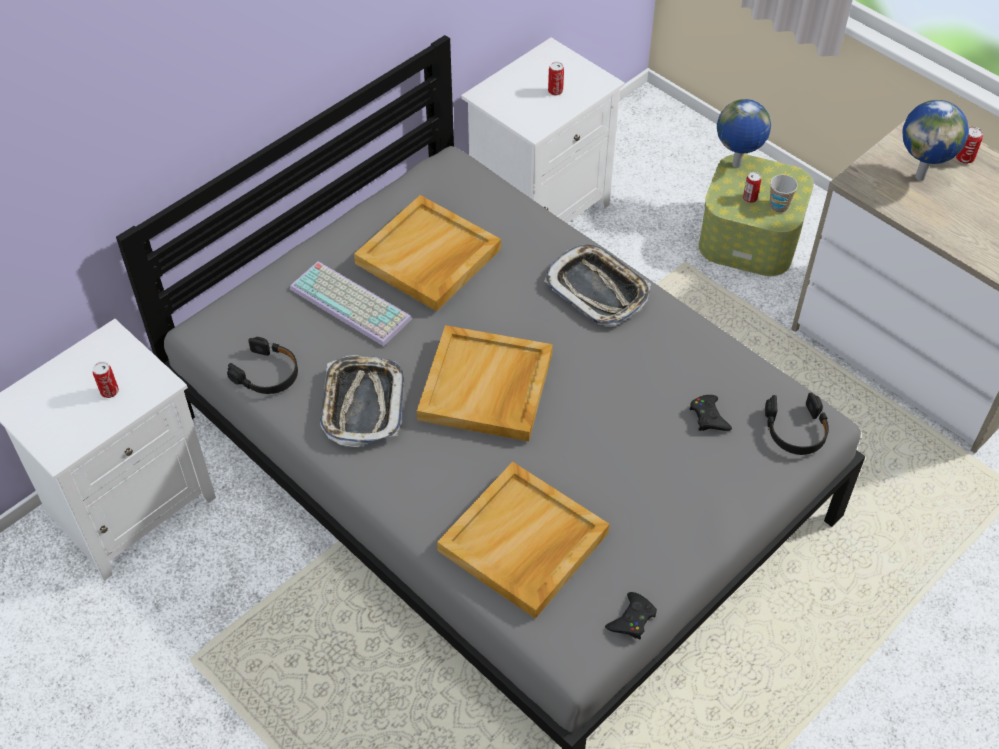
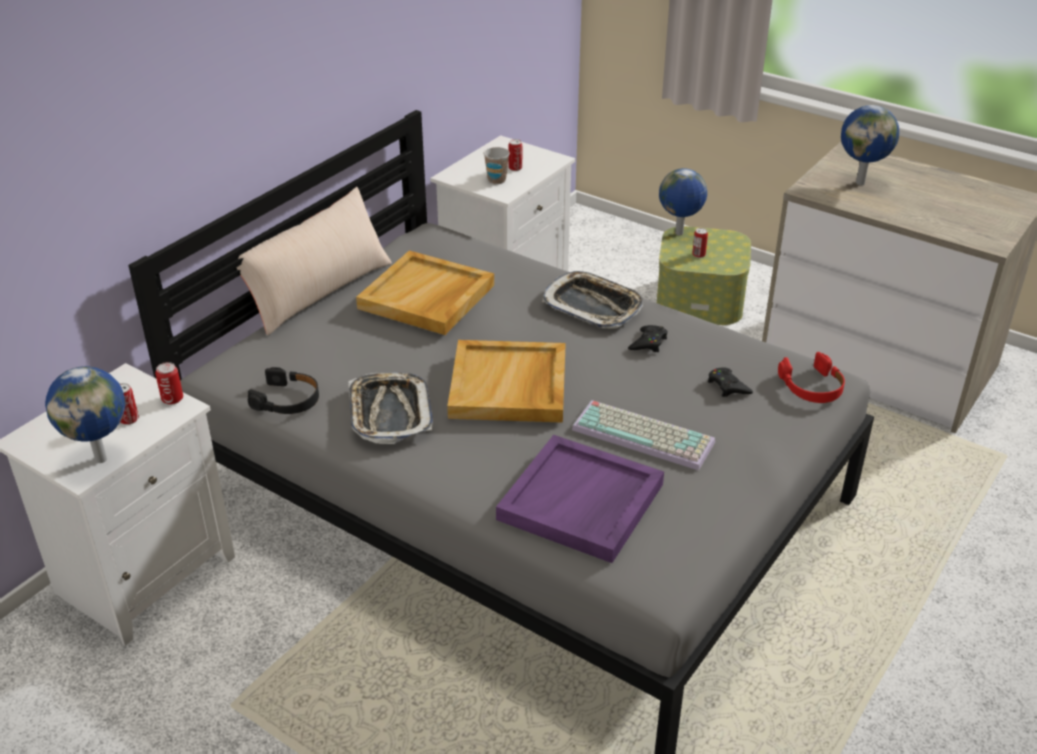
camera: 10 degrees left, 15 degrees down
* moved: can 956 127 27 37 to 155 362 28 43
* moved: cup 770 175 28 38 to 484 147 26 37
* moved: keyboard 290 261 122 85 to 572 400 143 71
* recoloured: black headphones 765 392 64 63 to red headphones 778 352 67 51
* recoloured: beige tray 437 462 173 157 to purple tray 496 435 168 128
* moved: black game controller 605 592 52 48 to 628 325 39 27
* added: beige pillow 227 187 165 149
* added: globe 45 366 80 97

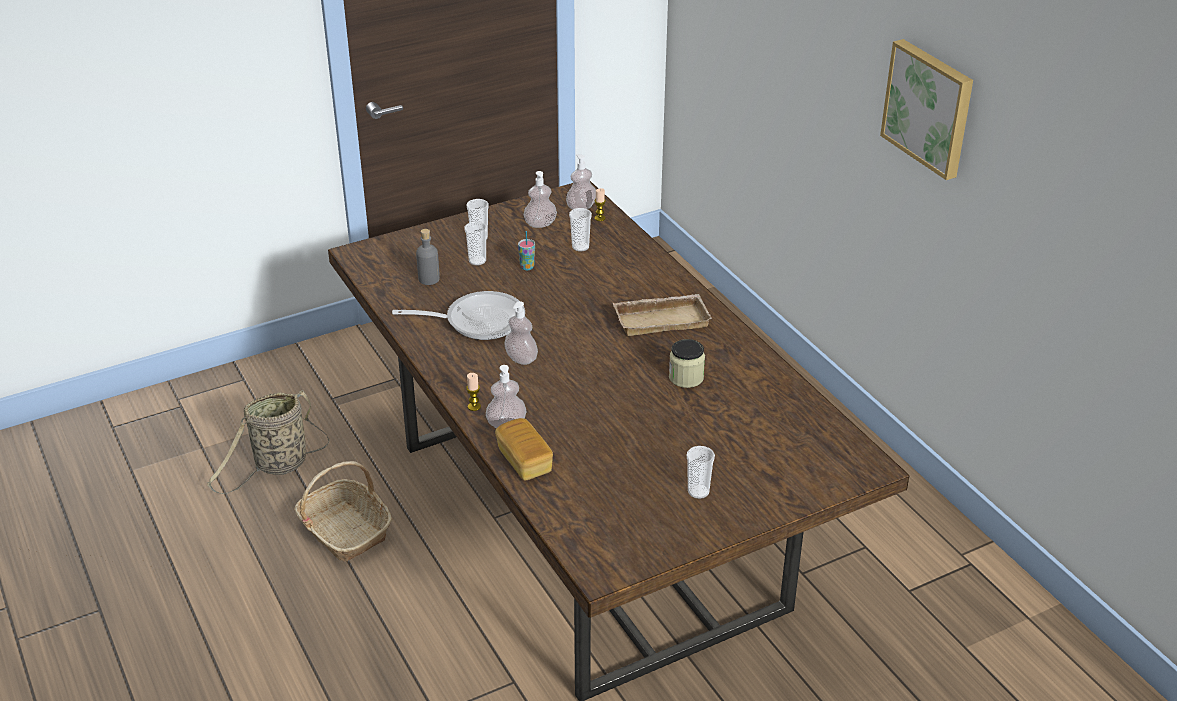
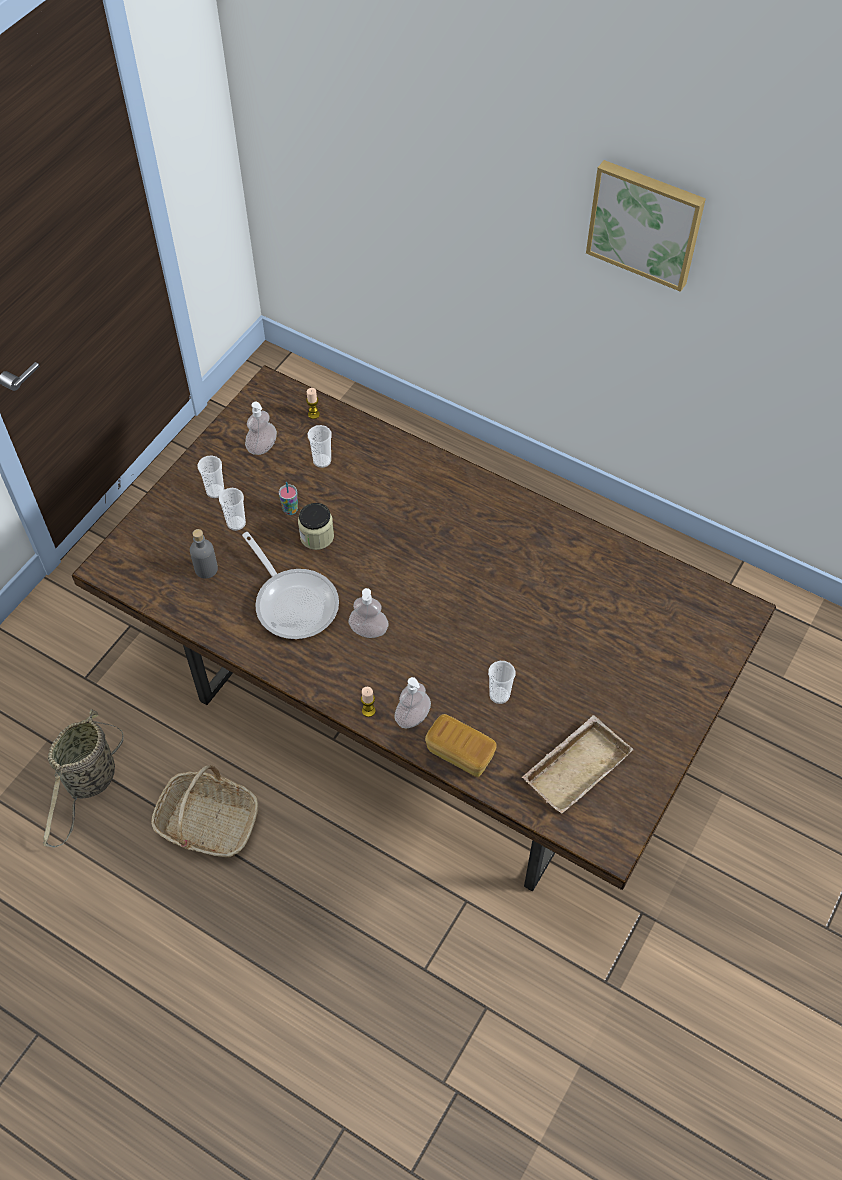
camera: 30 degrees left, 20 degrees up
* removed: soap dispenser 566 154 30 56
* turned: frying pan 392 291 133 49 = 242 532 97 107 90 degrees clockwise
* moved: beige tray 613 294 99 42 to 522 715 112 99
* moved: jar 669 339 36 49 to 298 503 36 47
* moved: cup 687 446 28 53 to 488 661 27 43

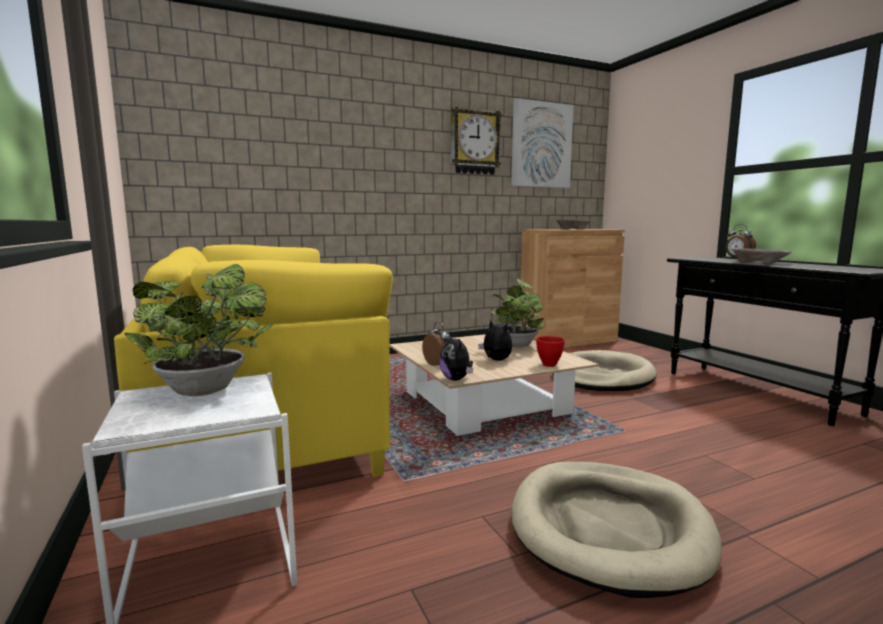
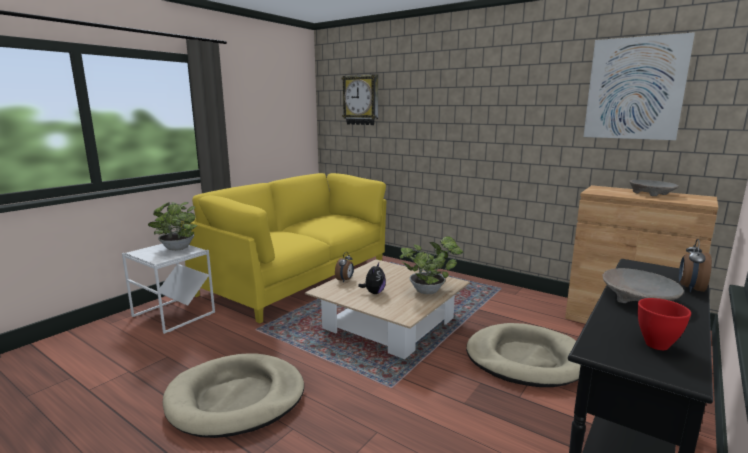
camera: 60 degrees right, 5 degrees up
* moved: wall clock 451 107 51 68 to 341 74 37 51
* removed: plush toy 439 333 34 48
* moved: red bowl 536 336 29 31 to 638 298 53 52

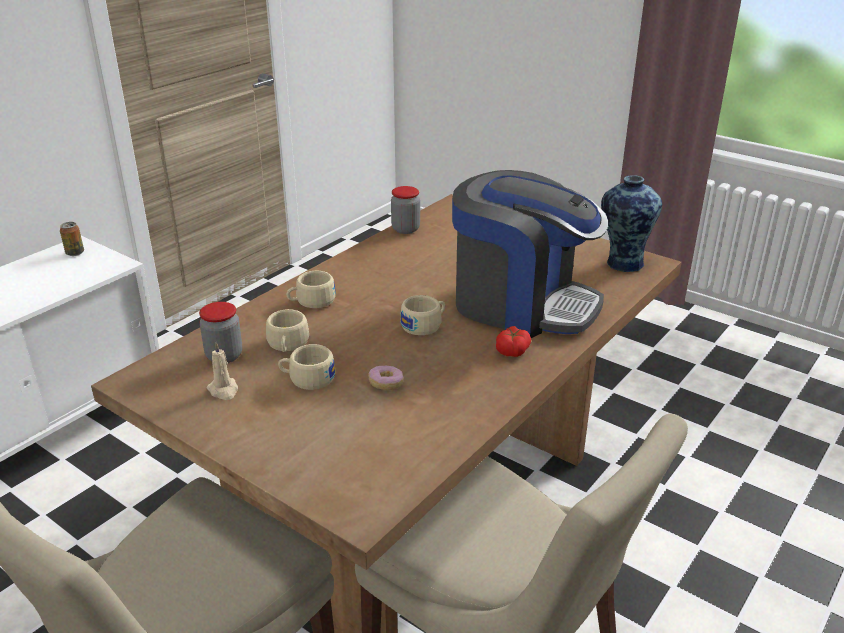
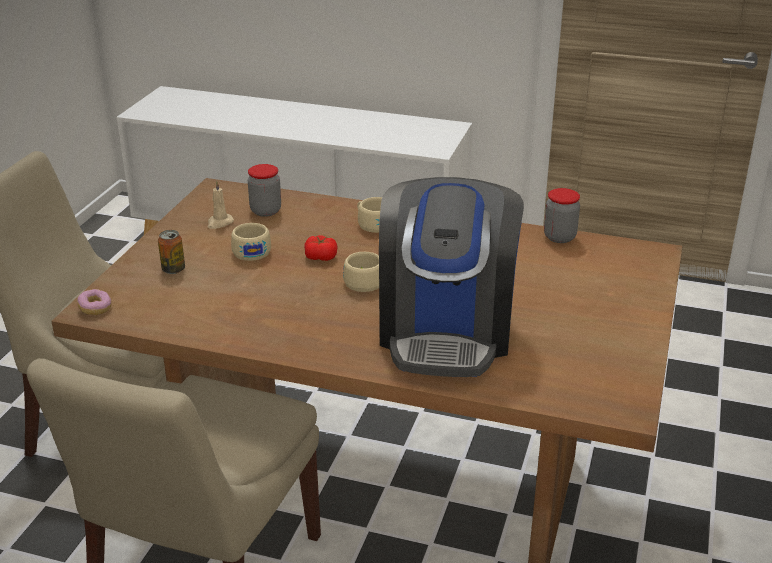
camera: 70 degrees right, 0 degrees up
* removed: vase 601 175 61 97
* moved: can 60 222 24 34 to 158 230 27 44
* removed: beige cup 266 309 43 43
* moved: tomato 496 326 35 31 to 304 235 33 26
* moved: donut 368 366 36 24 to 77 289 35 26

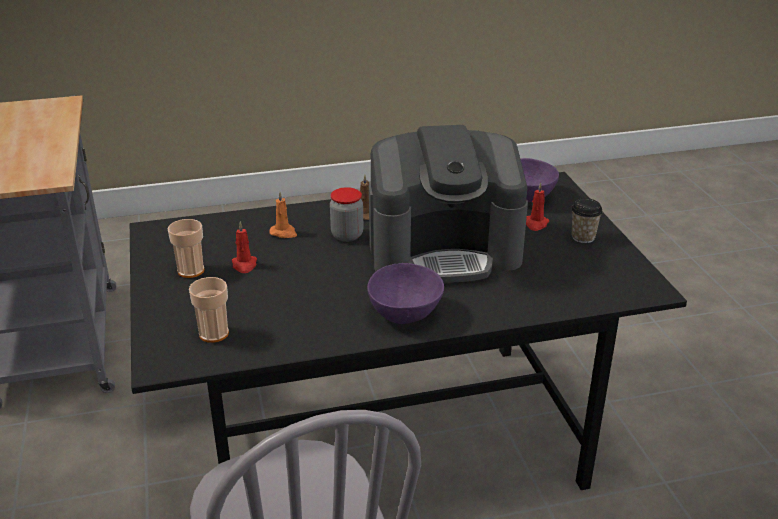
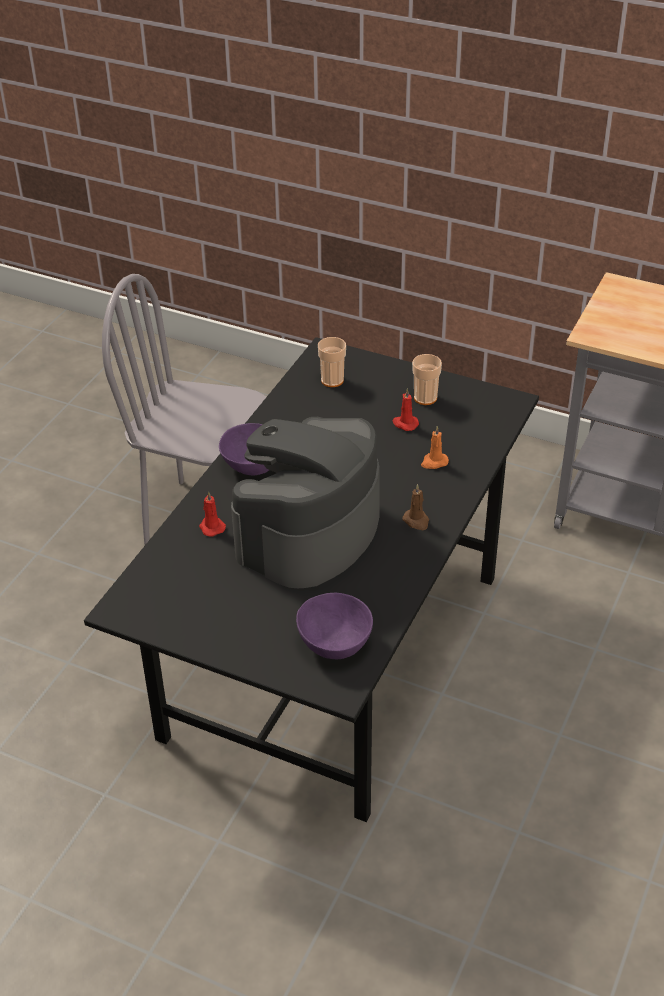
camera: 130 degrees right, 10 degrees up
* moved: red candle 526 183 23 48 to 199 491 27 45
* removed: jar 330 187 33 55
* removed: cup 572 198 30 45

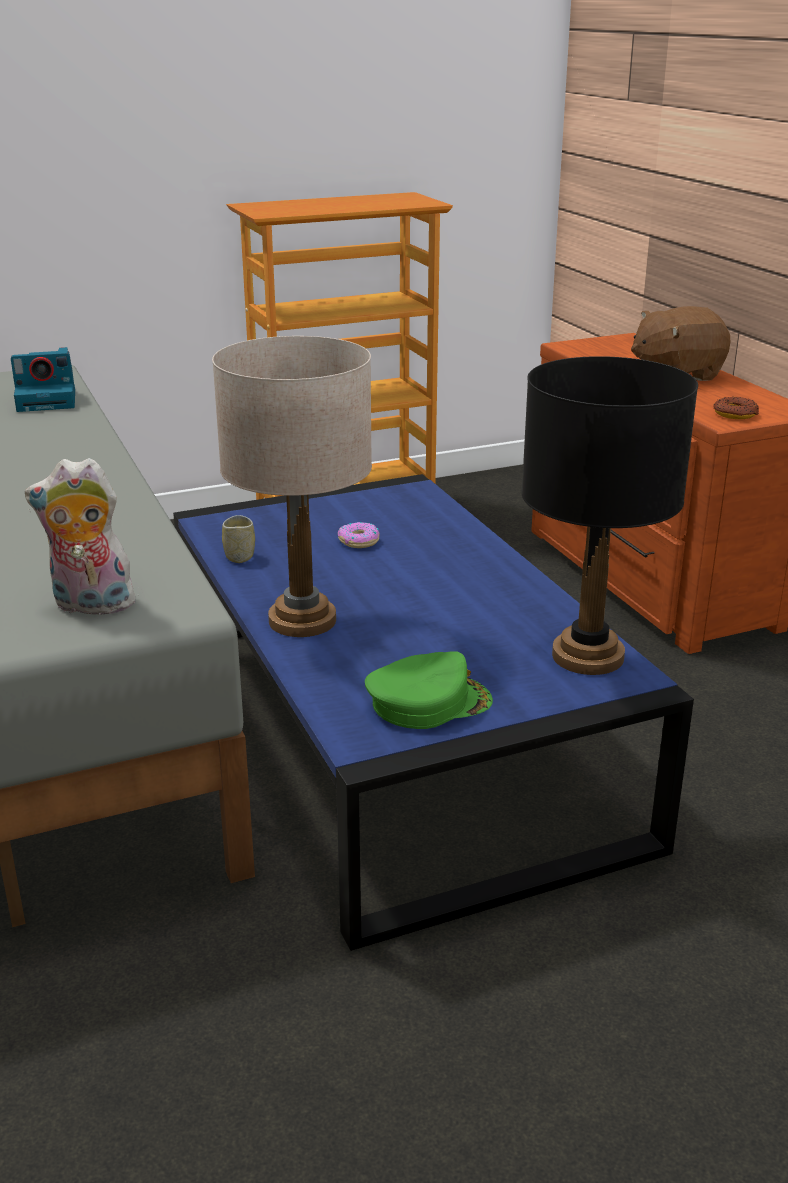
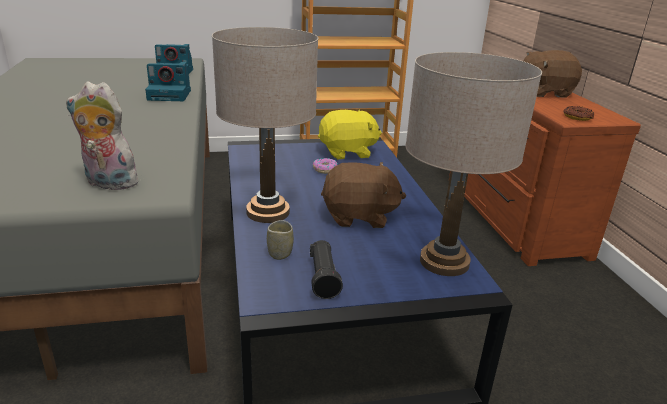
camera: 10 degrees right, 0 degrees up
* recoloured: black table lamp 521 356 177 319 to beige table lamp 405 52 137 224
* moved: cup 222 515 33 48 to 267 220 27 40
* replaced: green cap 365 651 128 78 to black flashlight 310 240 33 59
* added: photo camera 145 62 46 39
* added: yellow plush toy 318 109 64 50
* added: brown plush toy 321 162 85 66

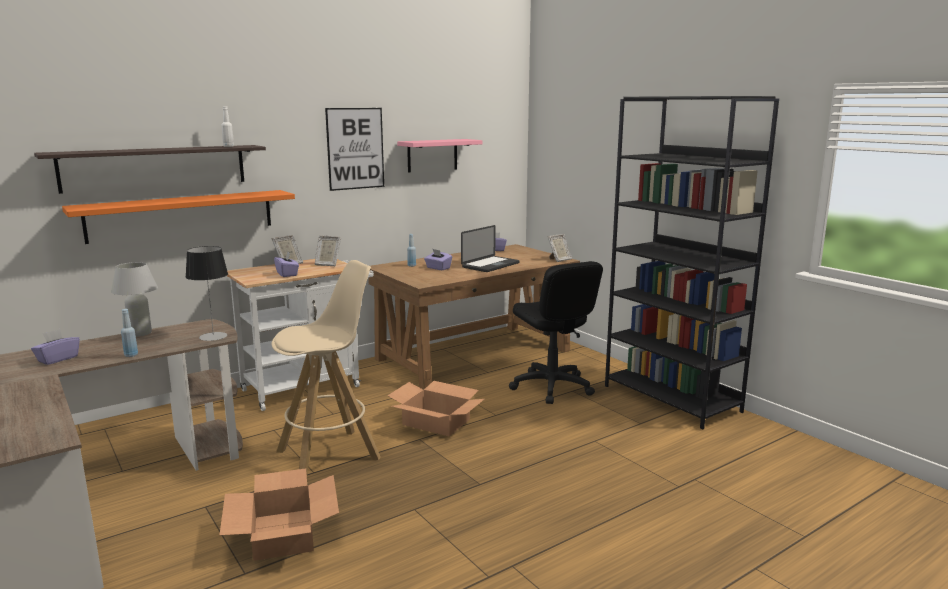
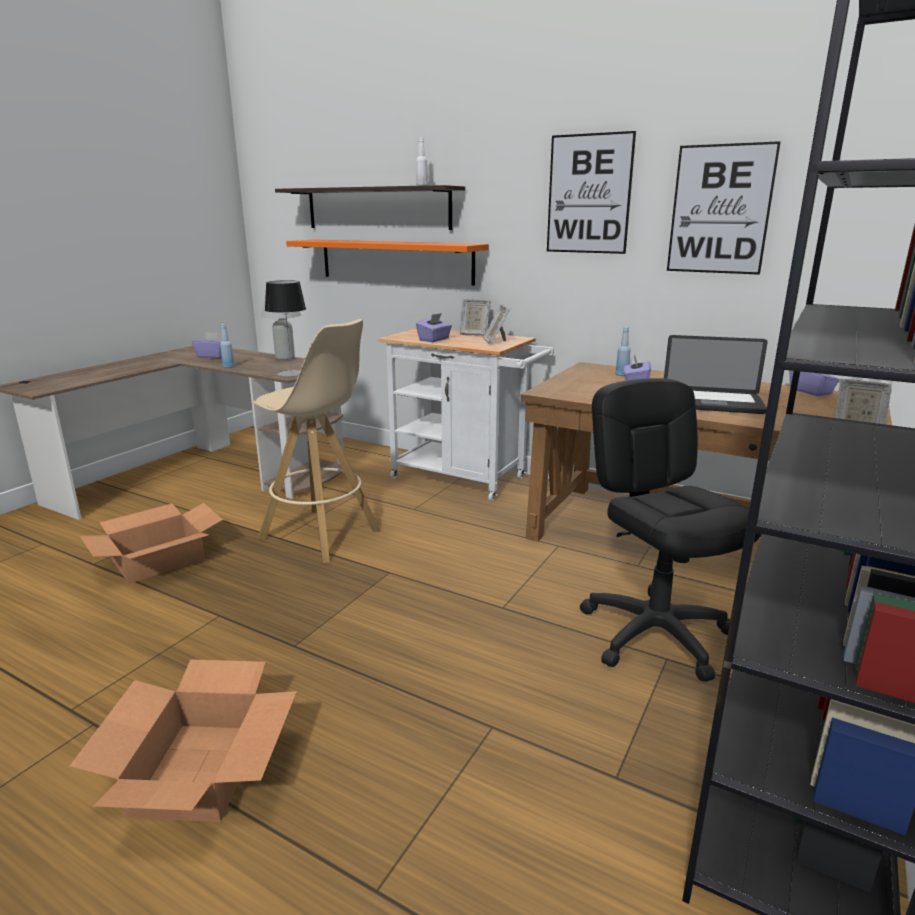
camera: 65 degrees right, 5 degrees up
* replaced: pink shelf 397 139 85 34 to picture 667 141 114 134
* turned: black office chair 509 261 94 143 = 580 378 181 304 120 degrees clockwise
* moved: cardboard box 387 381 97 55 to 69 659 228 163

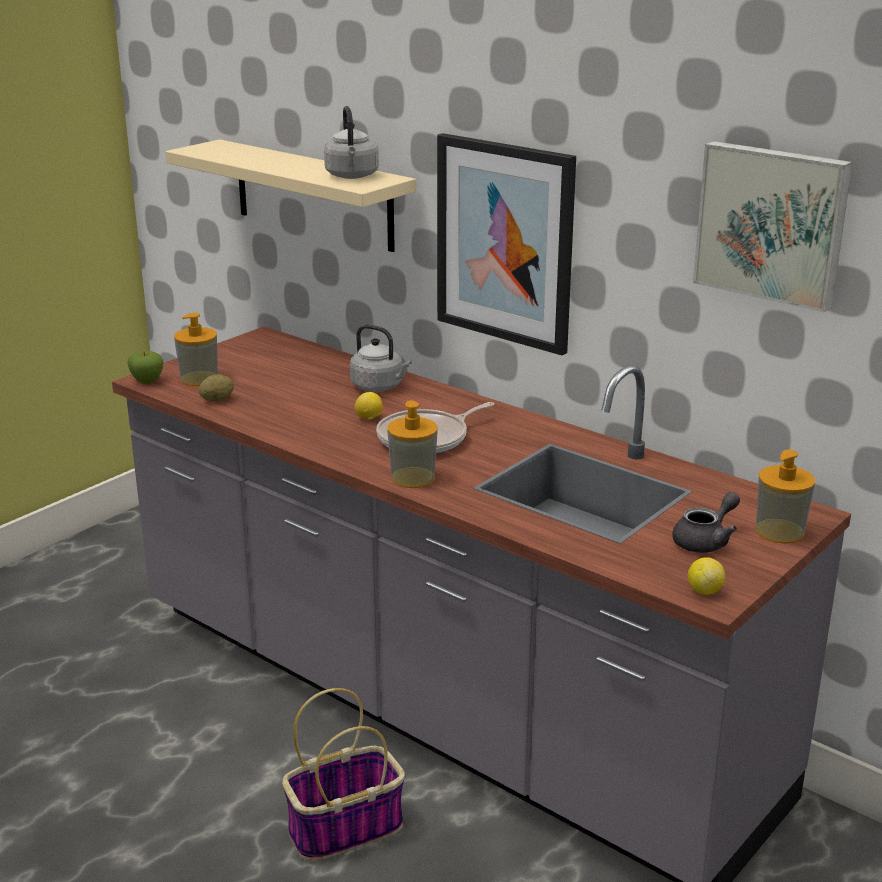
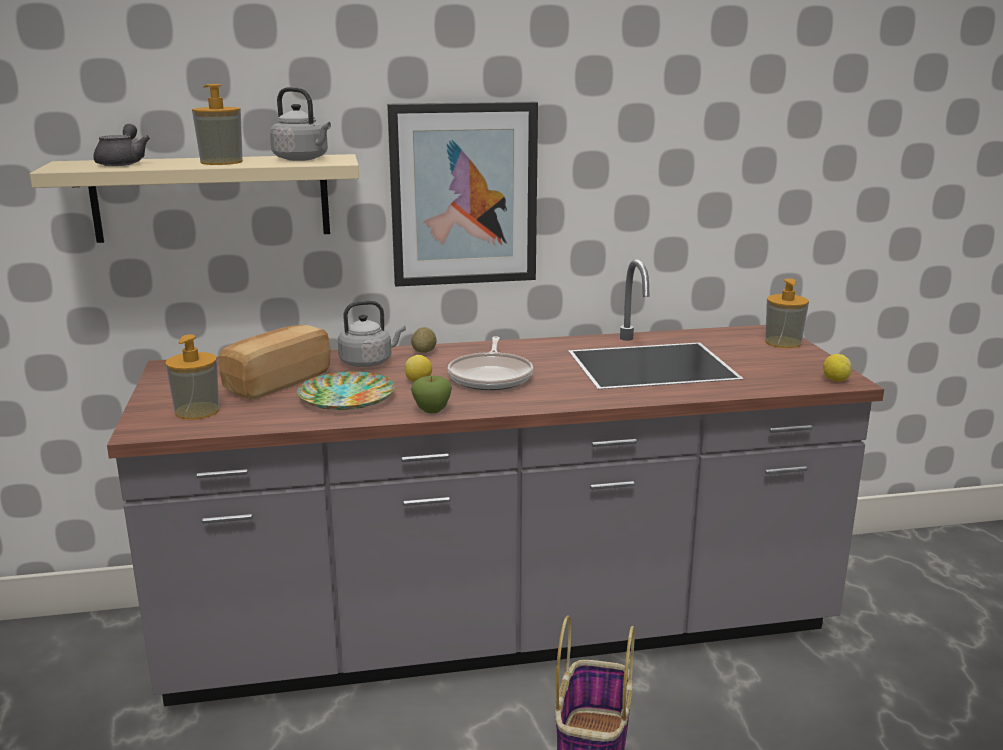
camera: 50 degrees left, 5 degrees down
* removed: picture 693 141 160 172
* moved: apple 127 351 36 33 to 411 376 41 37
* moved: potato 199 374 35 27 to 411 327 26 26
* moved: soap dispenser 387 400 51 88 to 192 84 51 81
* moved: grey teapot 672 492 68 61 to 93 124 57 42
* added: bread 219 325 112 75
* added: plate 297 371 98 39

